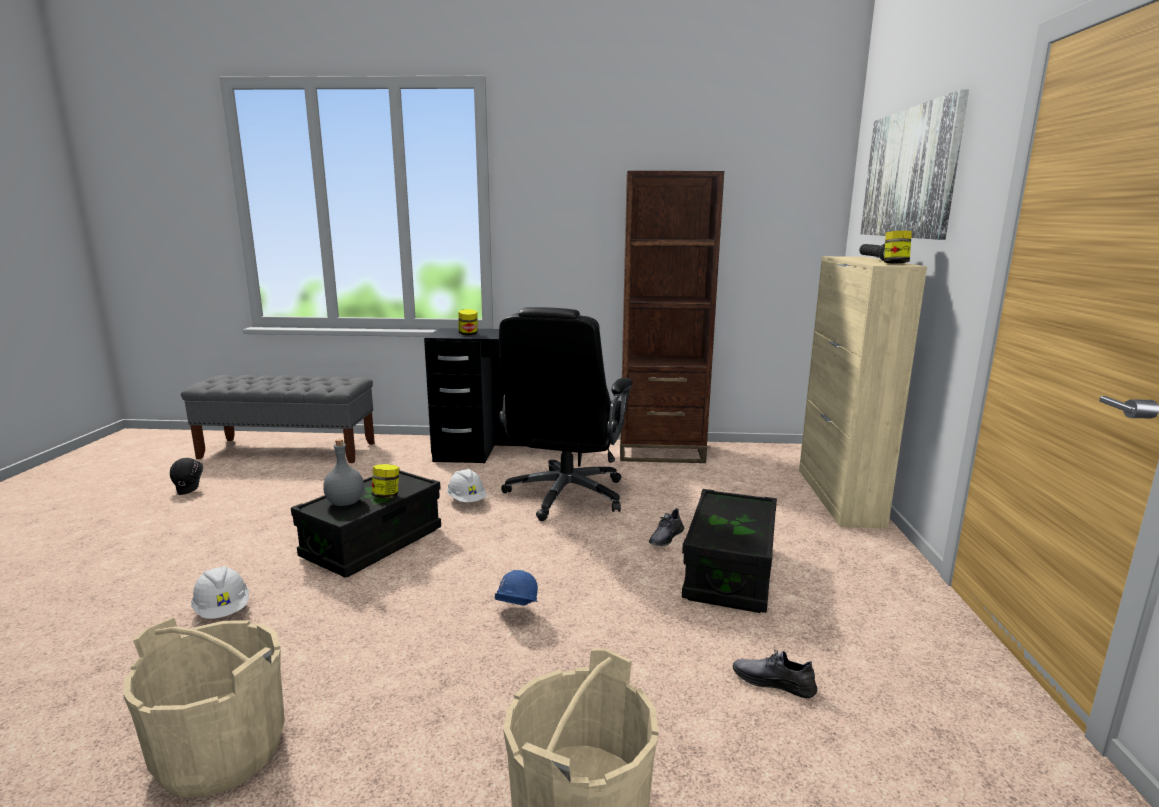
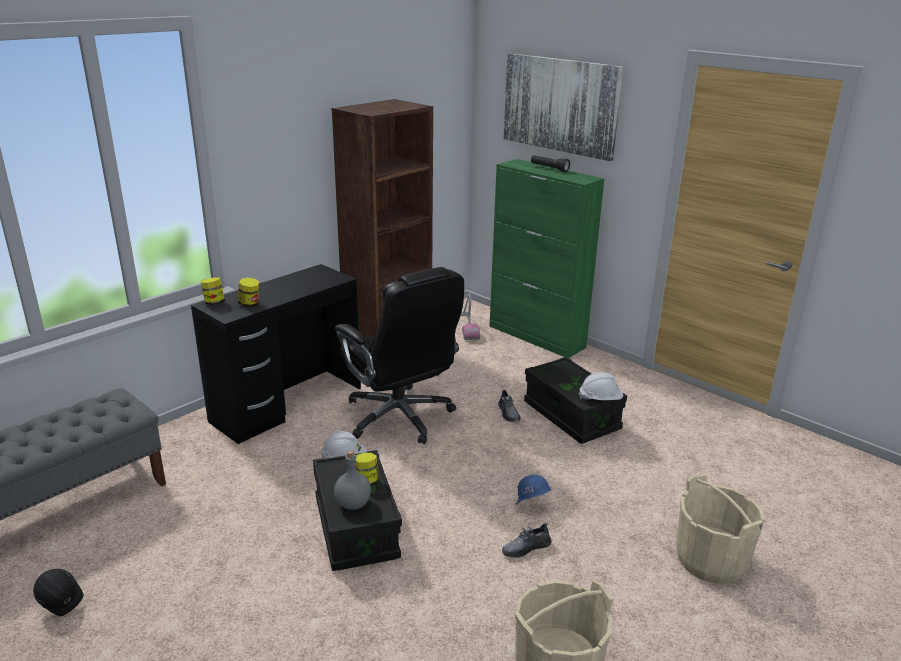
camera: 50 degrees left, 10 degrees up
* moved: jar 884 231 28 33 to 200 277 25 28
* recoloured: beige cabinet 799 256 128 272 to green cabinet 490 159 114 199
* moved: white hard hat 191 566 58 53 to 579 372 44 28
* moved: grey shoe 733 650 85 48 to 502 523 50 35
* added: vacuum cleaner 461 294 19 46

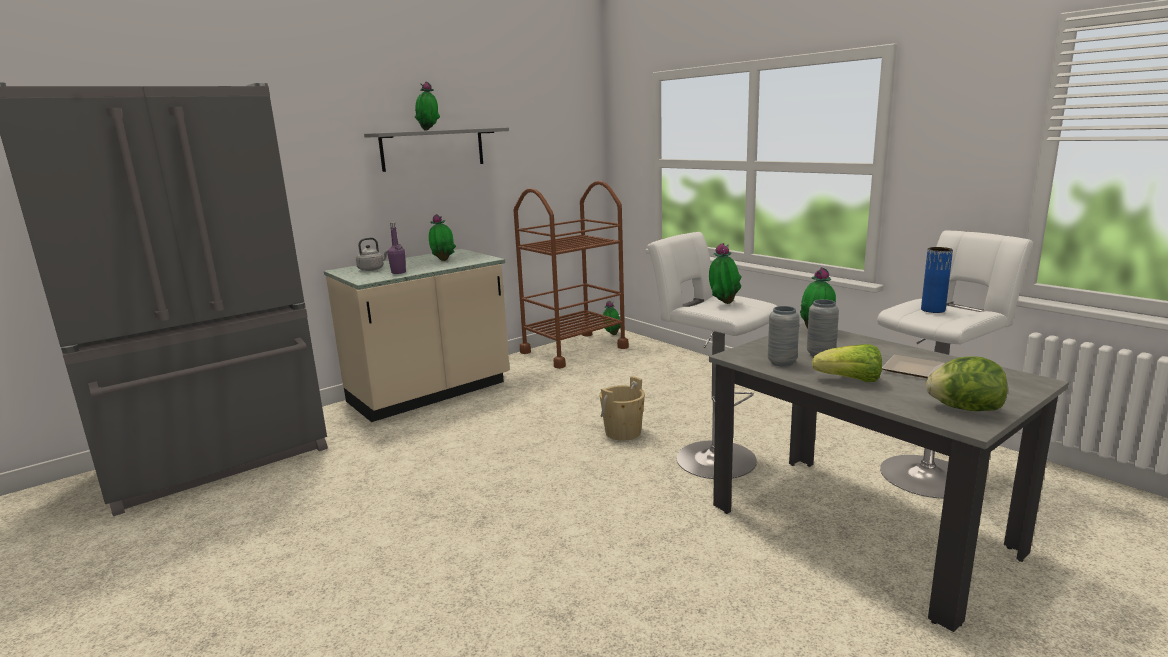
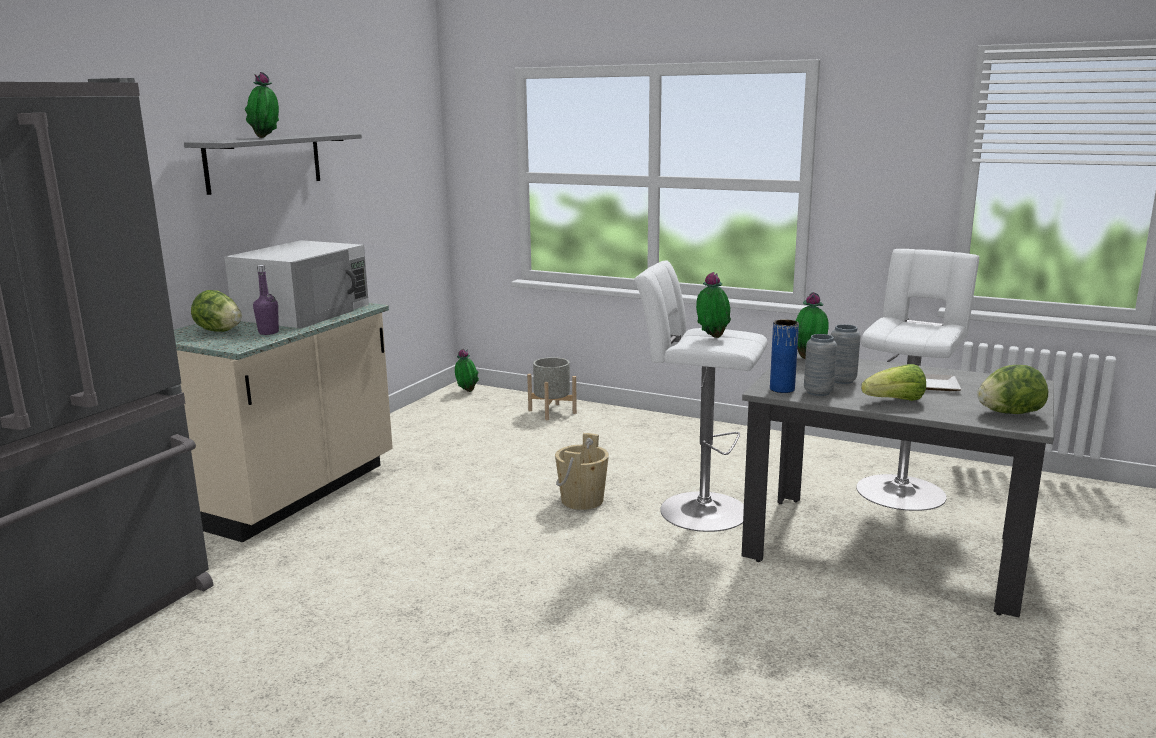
camera: 25 degrees left, 0 degrees up
* removed: brown cart 514 181 115 188
* replaced: potted plant 429 214 27 47 to white microwave 224 240 145 89
* replaced: grey kettle 356 238 32 33 to lettuce 191 290 51 42
* moved: blue vase 921 247 32 66 to 770 319 29 74
* added: grey planter 527 357 50 63

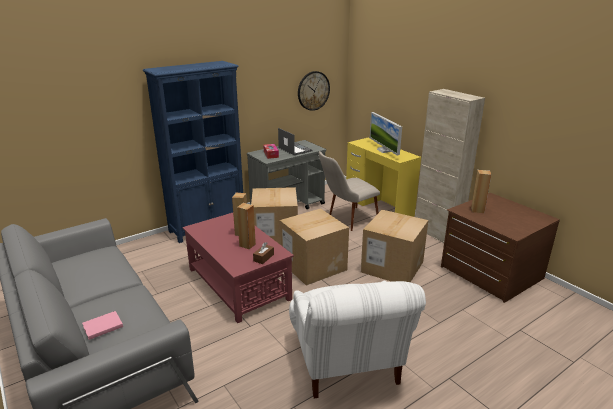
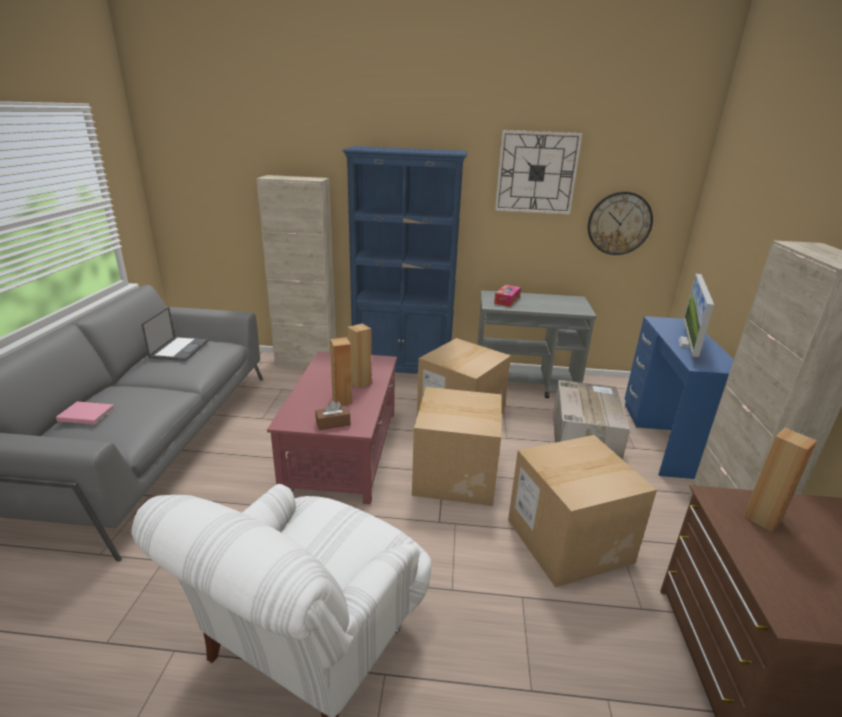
camera: 40 degrees right, 0 degrees up
* moved: laptop 278 128 34 27 to 141 307 68 54
* recoloured: yellow desk 346 138 75 79 to blue desk 625 316 109 163
* replaced: beige chair 319 151 61 80 to cardboard box 553 380 77 80
* added: wall clock 495 130 88 85
* added: beige cabinet 256 175 80 192

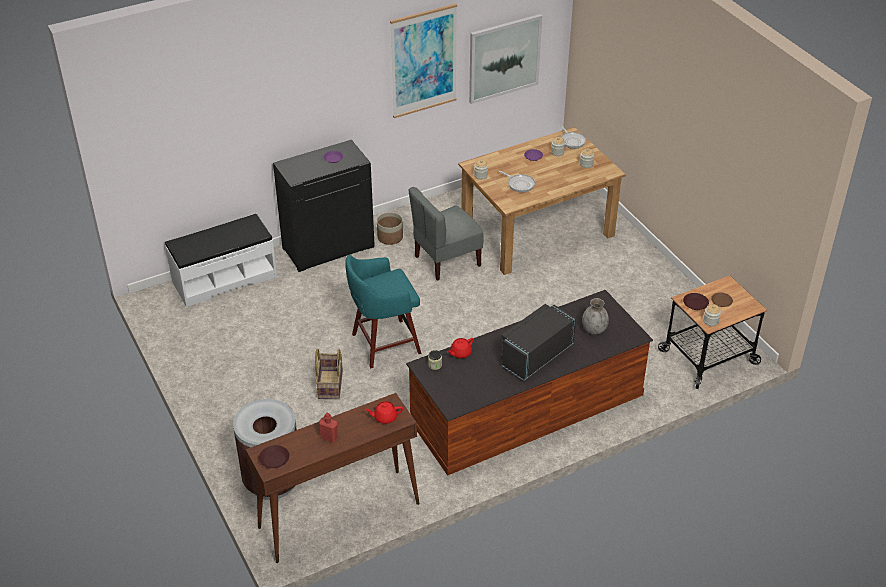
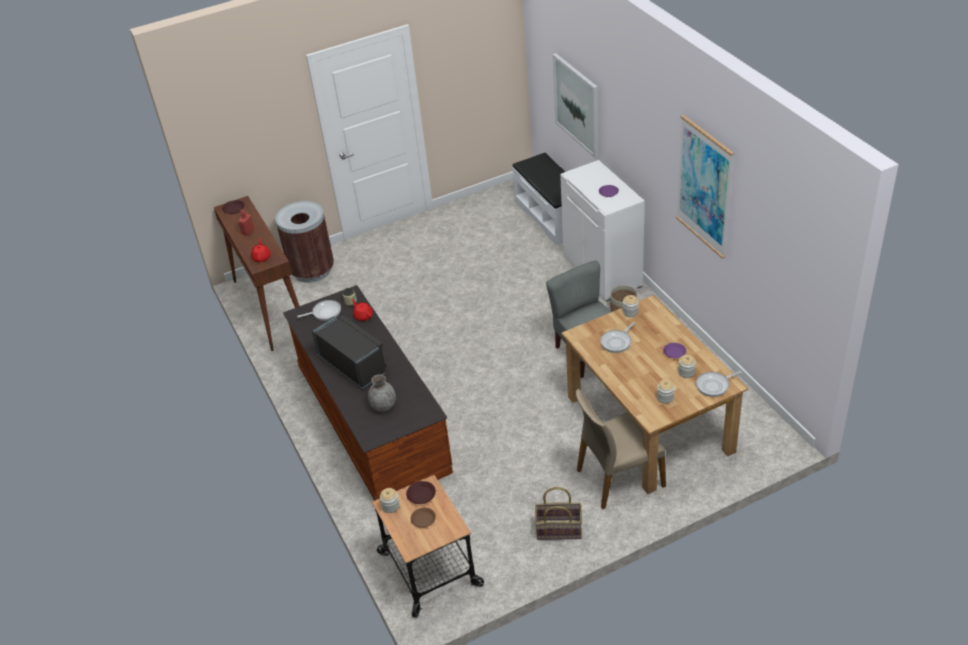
camera: 95 degrees right, 0 degrees up
* moved: picture 469 14 73 90 to 553 53 45 105
* recoloured: black cabinet 273 140 102 132 to white cabinet 560 160 85 141
* removed: turquoise stool 345 255 76 113
* moved: basket 315 349 28 50 to 535 487 47 53
* added: frying pan 297 300 44 21
* added: beige chair 576 389 90 121

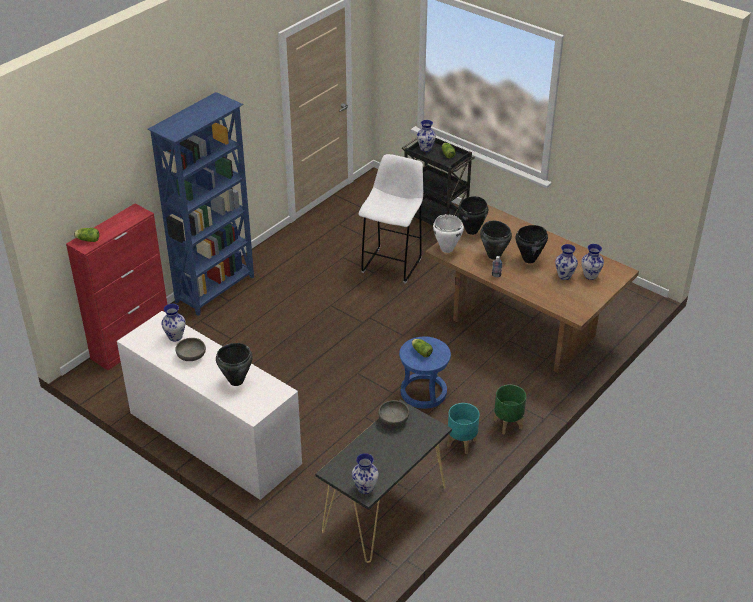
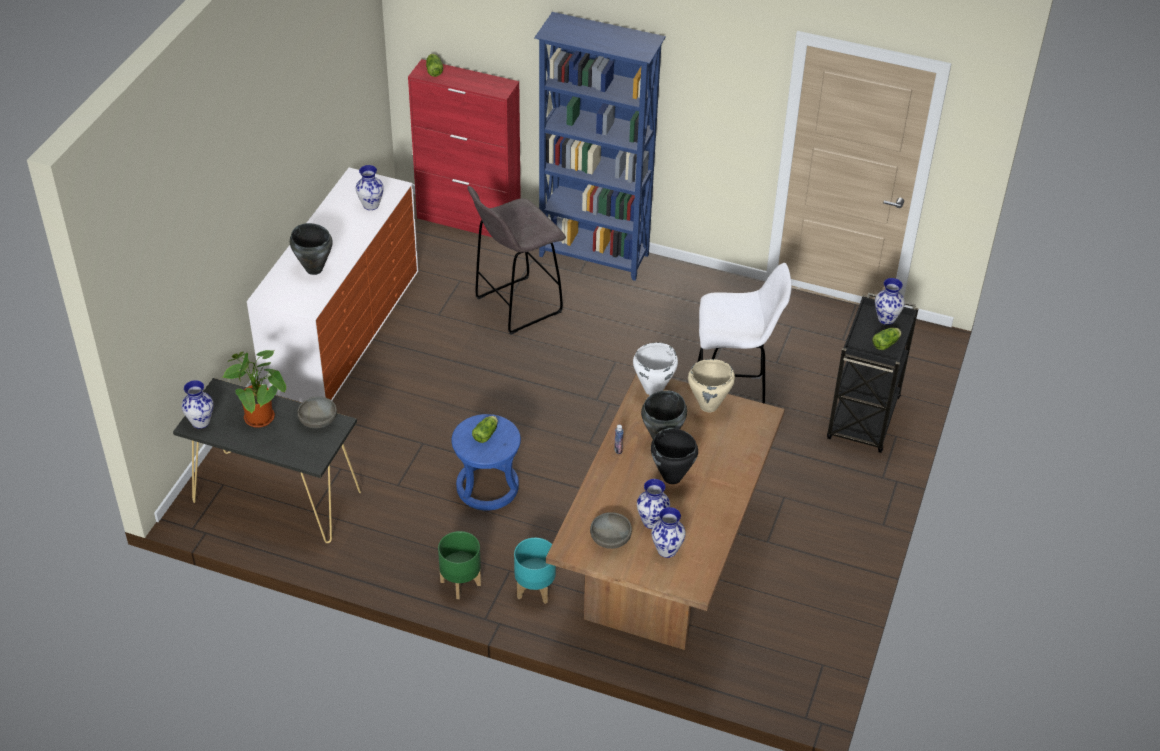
camera: 70 degrees right, 5 degrees up
* recoloured: black cooking pot 458 196 30 39 to beige cooking pot 688 359 47 53
* moved: grey bowl 176 338 30 23 to 590 512 42 37
* moved: turquoise planter 447 403 33 51 to 514 538 42 66
* added: grey stool 467 186 99 148
* added: potted plant 221 350 65 78

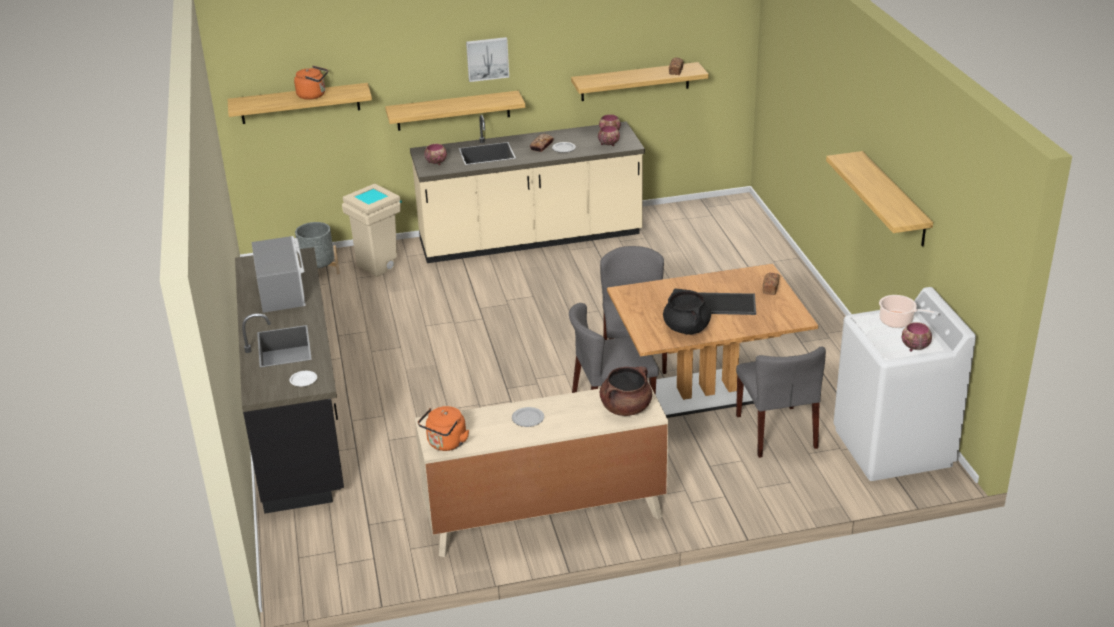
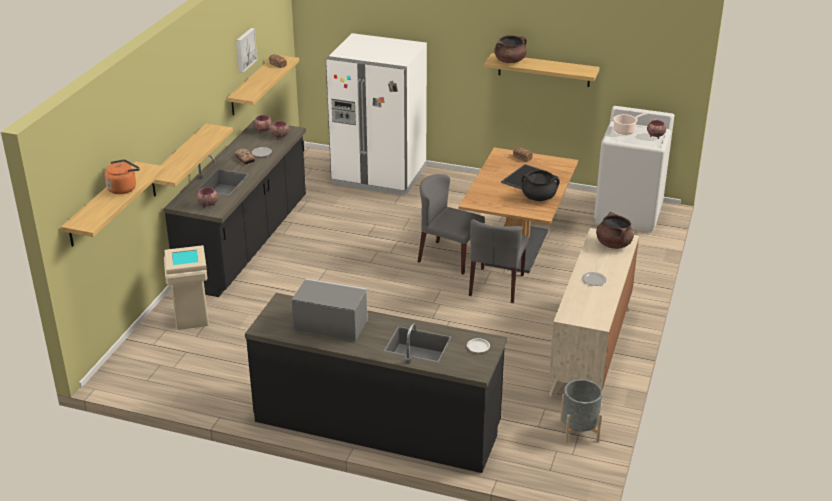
camera: 60 degrees left, 0 degrees up
* moved: picture 466 37 43 45 to 236 28 21 45
* recoloured: beige counter 410 115 235 148 to black counter 164 121 142 176
* moved: grey planter 295 222 45 52 to 560 379 42 64
* removed: grey chair 736 346 90 112
* removed: orange kettle 418 406 51 45
* added: white fridge 326 33 101 163
* added: brown cooking pot 494 35 33 28

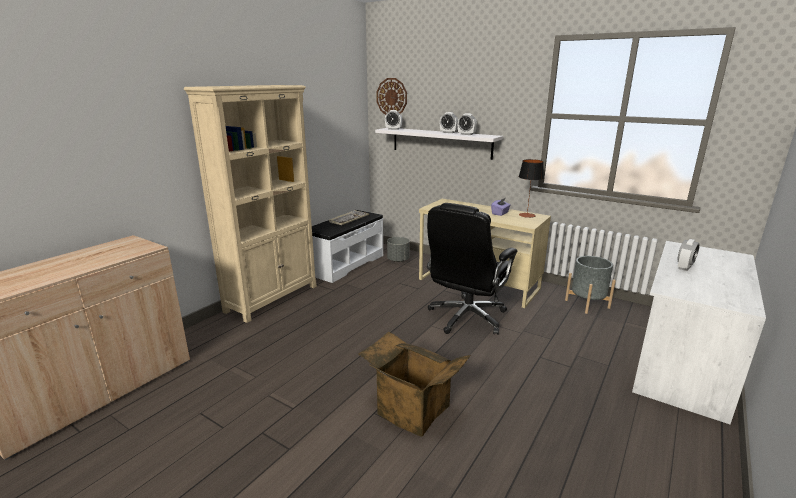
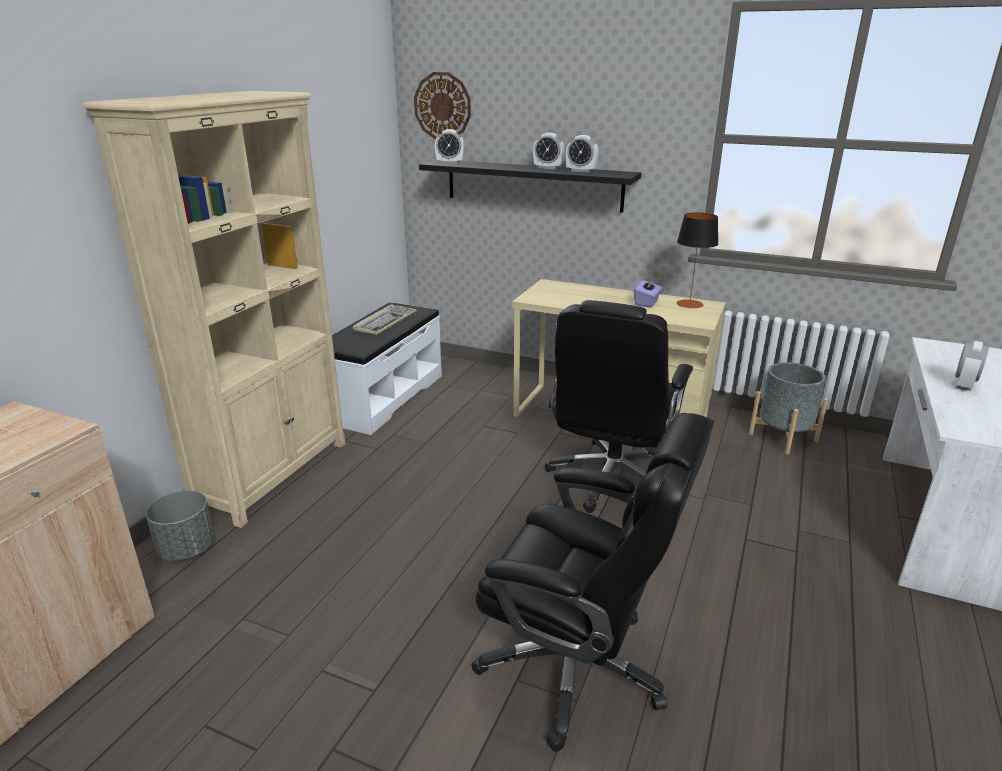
camera: 10 degrees left, 5 degrees up
* recoloured: white shelf 375 128 128 32 to black shelf 419 160 222 52
* moved: grey planter 387 237 23 25 to 146 490 69 71
* replaced: cardboard box 358 331 112 106 to black office chair 472 413 242 339

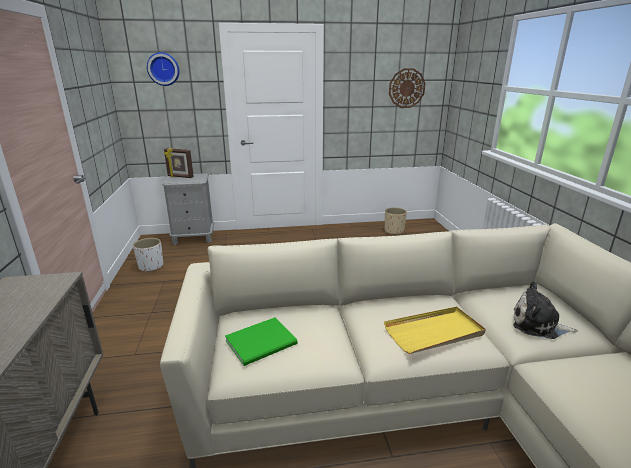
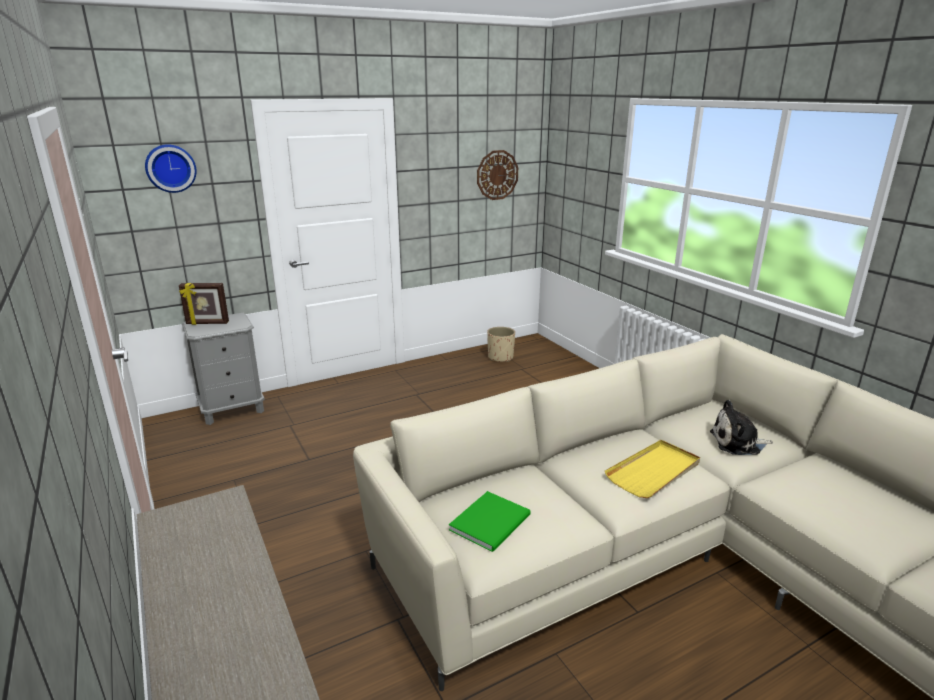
camera: 20 degrees left, 0 degrees up
* removed: white planter 133 238 30 34

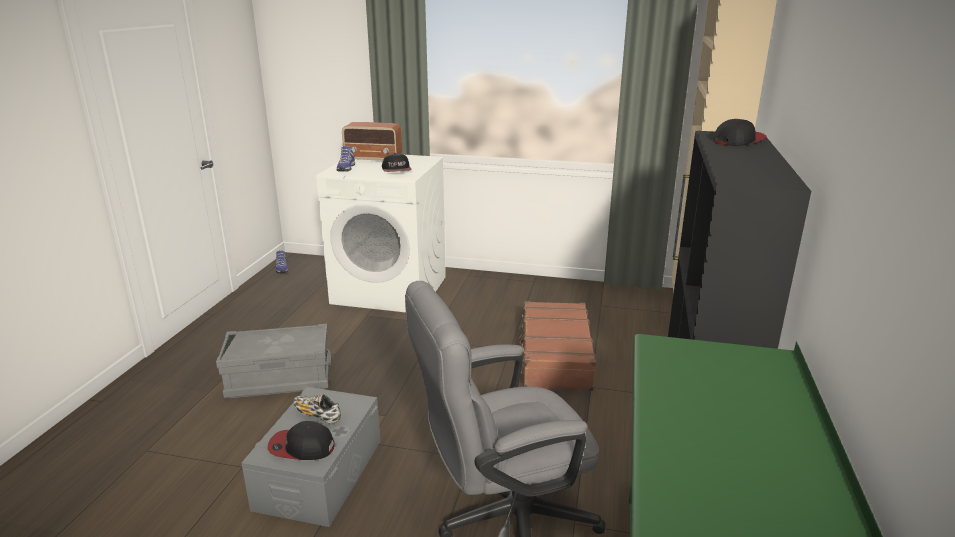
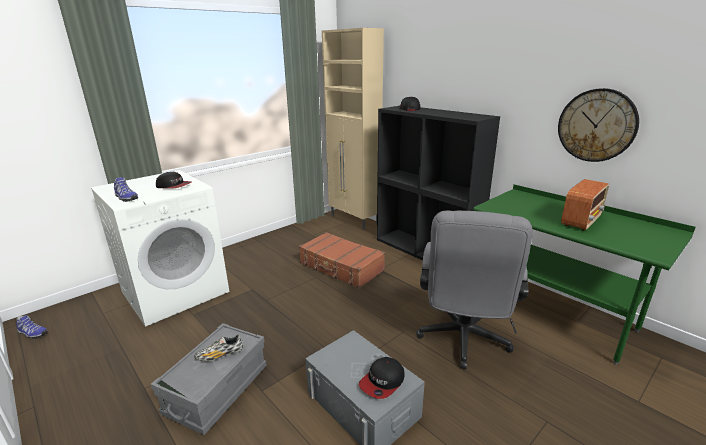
camera: 55 degrees left, 0 degrees up
* moved: radio 342 122 60 38 to 561 179 48 52
* moved: shoe 293 394 48 30 to 194 335 49 26
* added: wall clock 558 88 81 74

